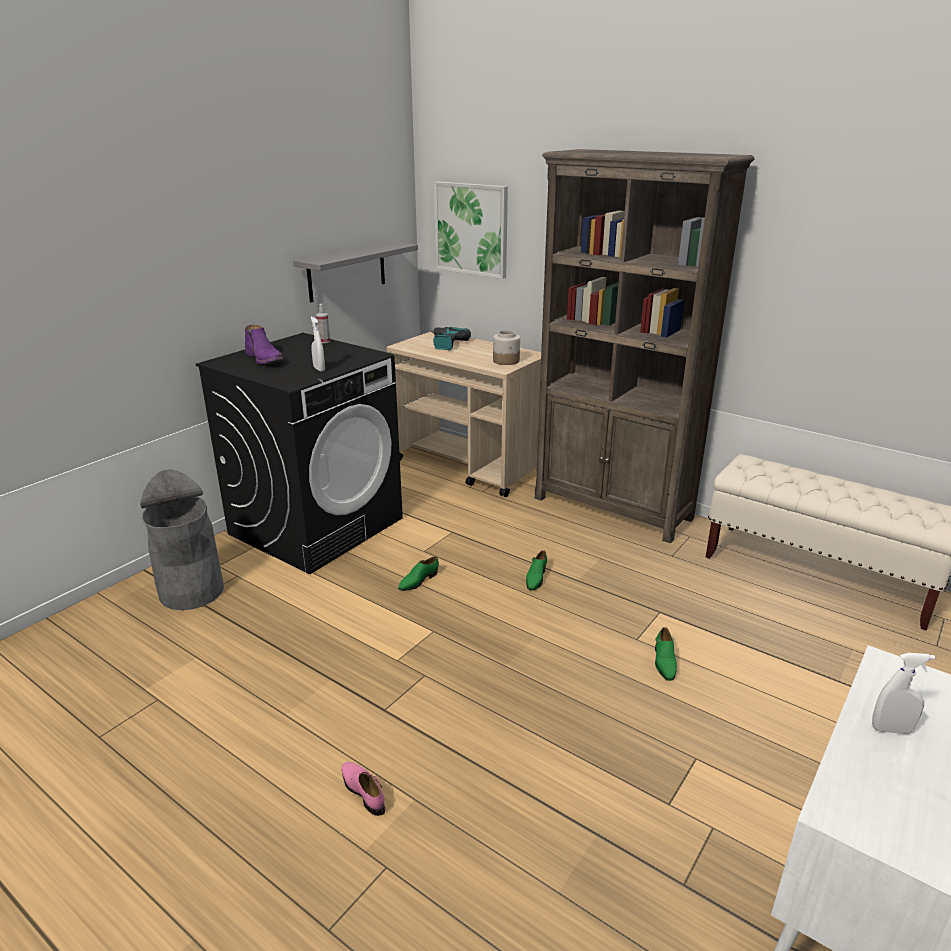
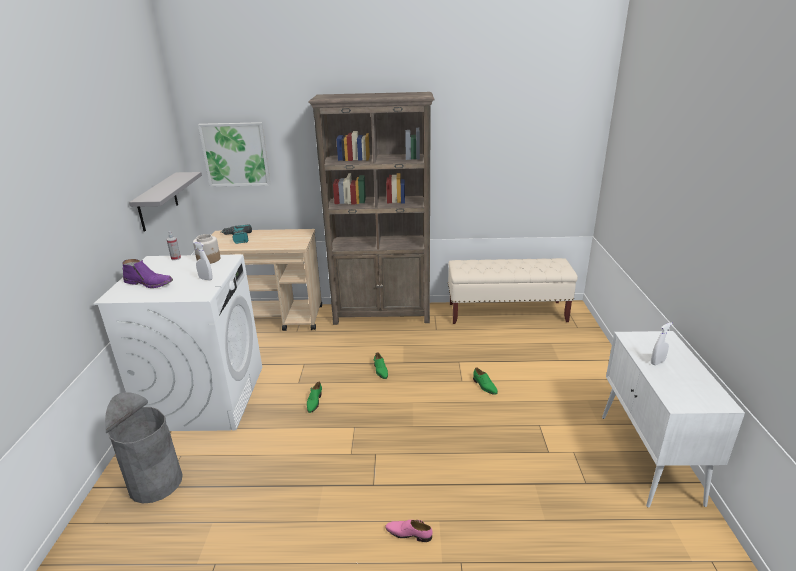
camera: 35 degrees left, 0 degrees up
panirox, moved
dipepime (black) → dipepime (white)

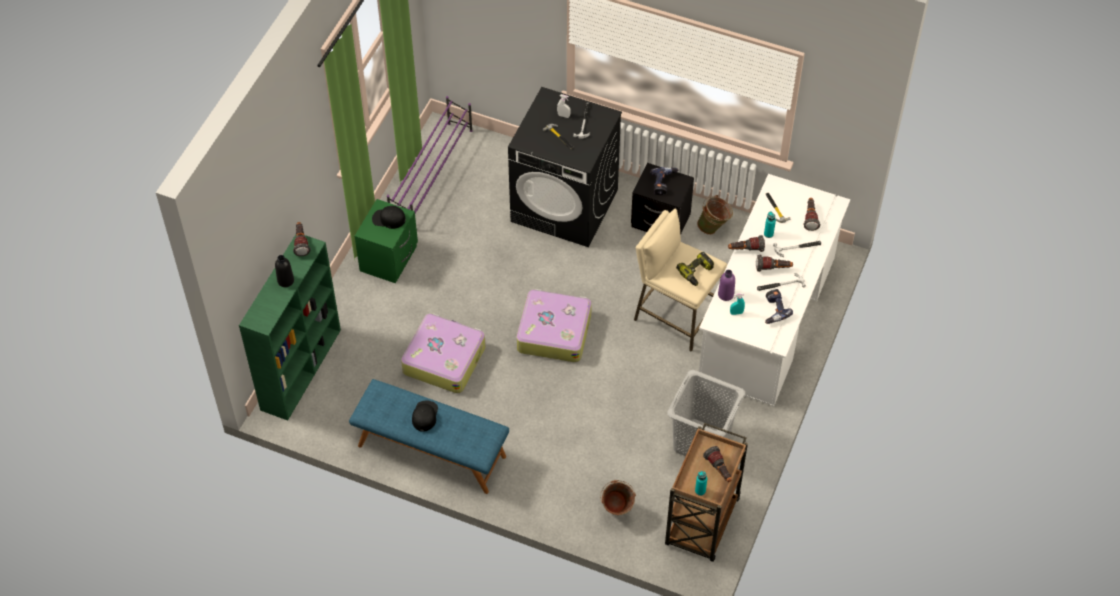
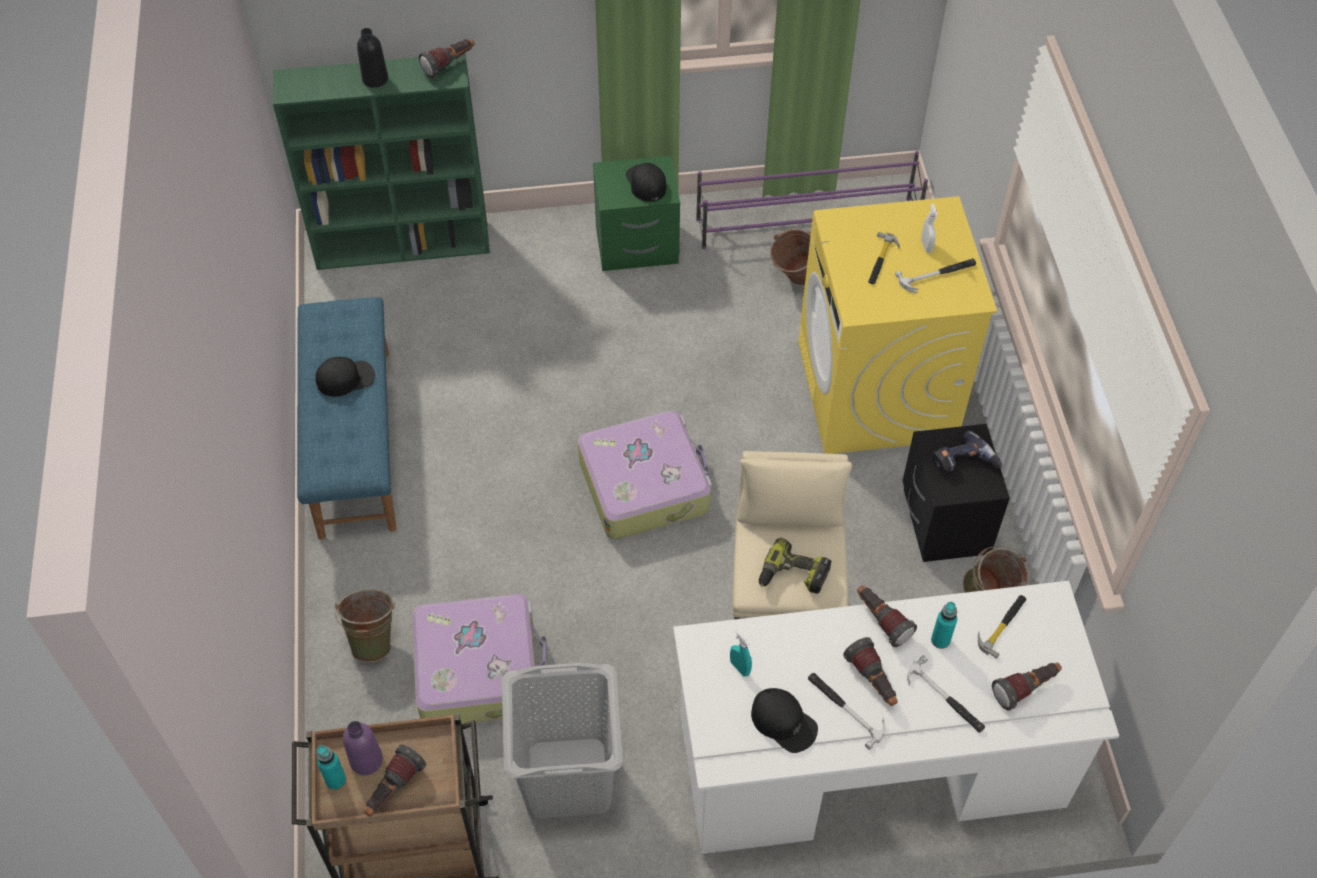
camera: 60 degrees right, 0 degrees up
- → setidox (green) (1st from left)
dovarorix (1st from left), moved
setidox (brown), moved
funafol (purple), moved
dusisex (3rd from left) → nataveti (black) (3rd from left)
dipepime (black) → dipepime (yellow)

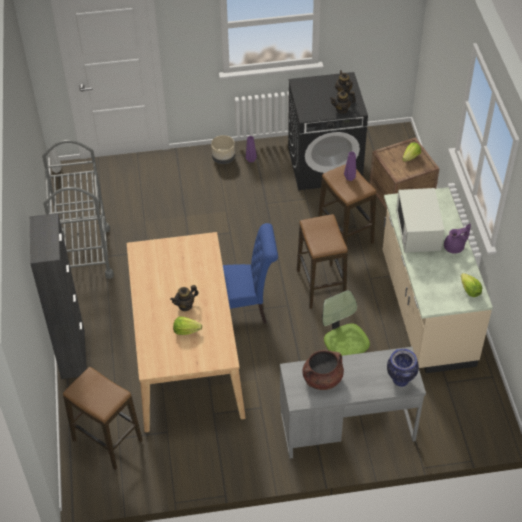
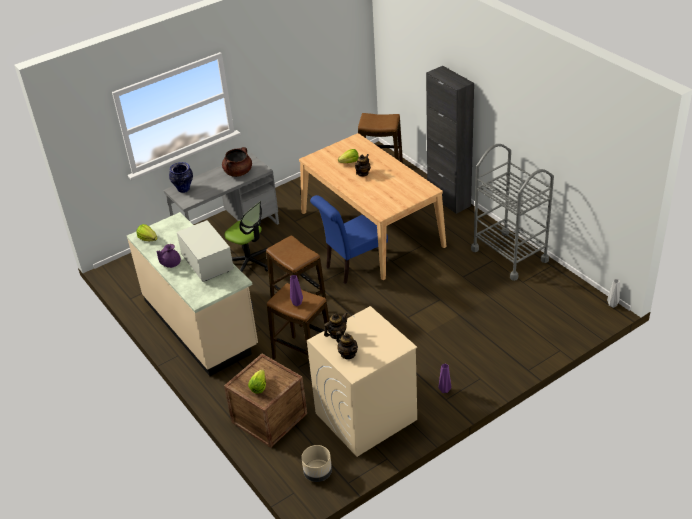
camera: 155 degrees right, 10 degrees down
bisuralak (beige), moved
dipepime (black) → dipepime (beige)

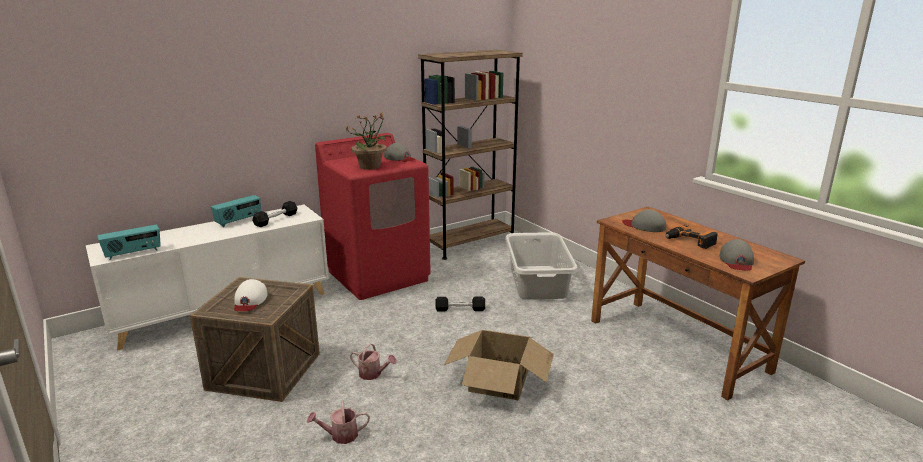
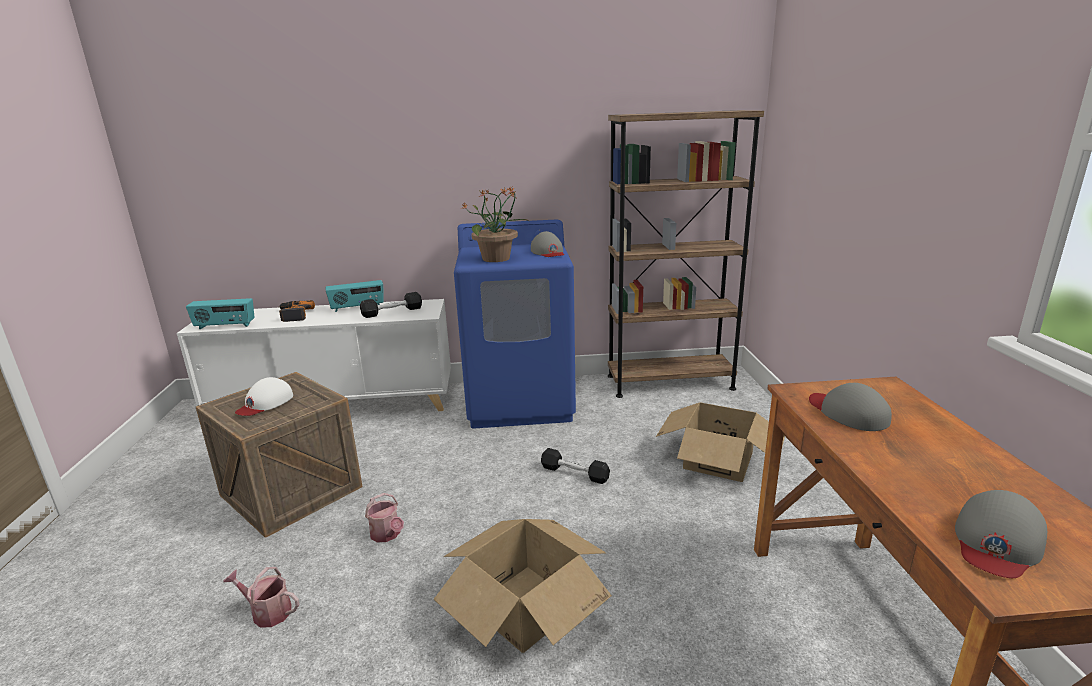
camera: 30 degrees right, 0 degrees up
dusisex, moved
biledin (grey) → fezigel (2nd from left)
dipepime (red) → dipepime (blue)

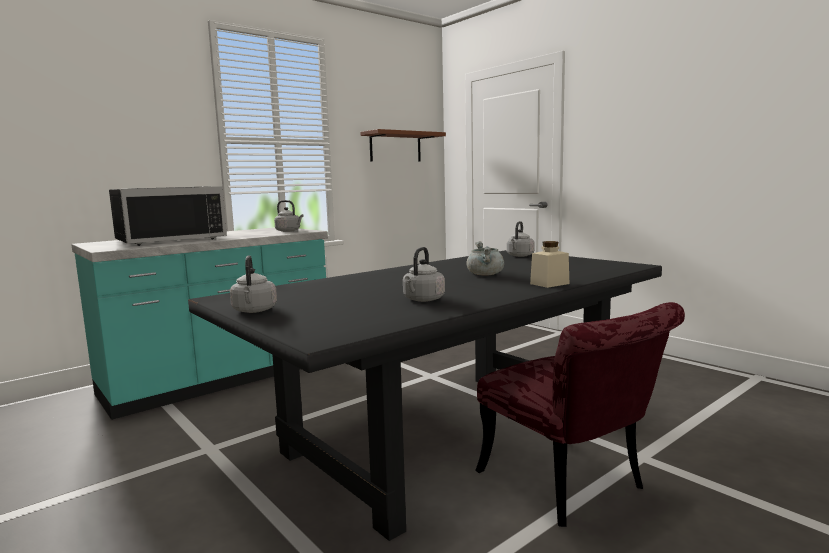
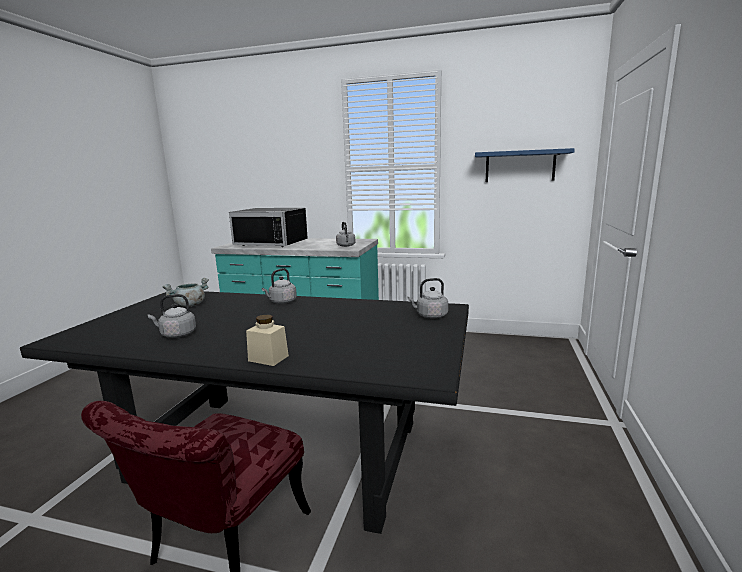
camera: 55 degrees right, 5 degrees up
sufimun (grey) (1st from left in the first image) → sufimun (grey) (2nd from left), moved
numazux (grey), moved
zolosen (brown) → zolosen (blue)

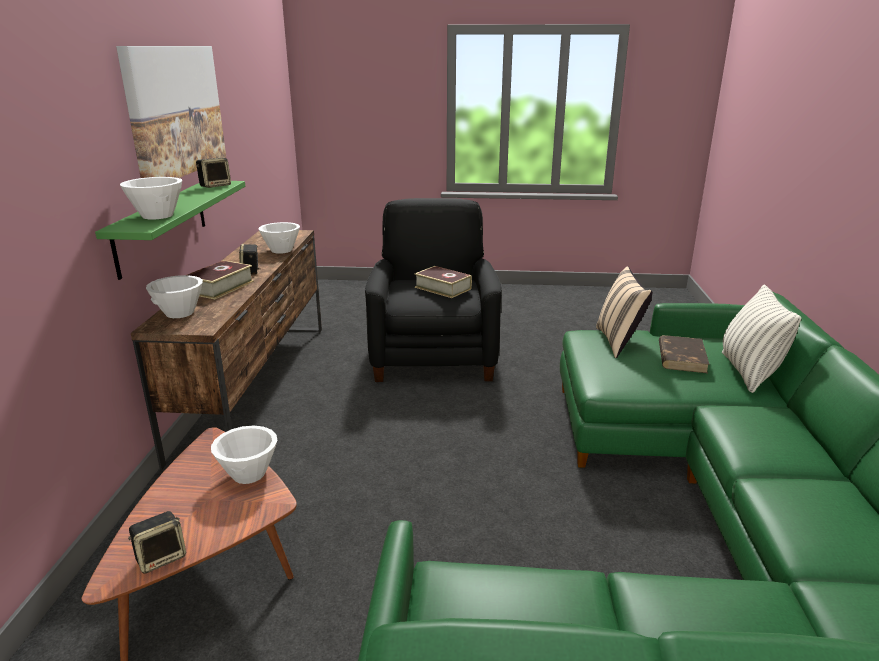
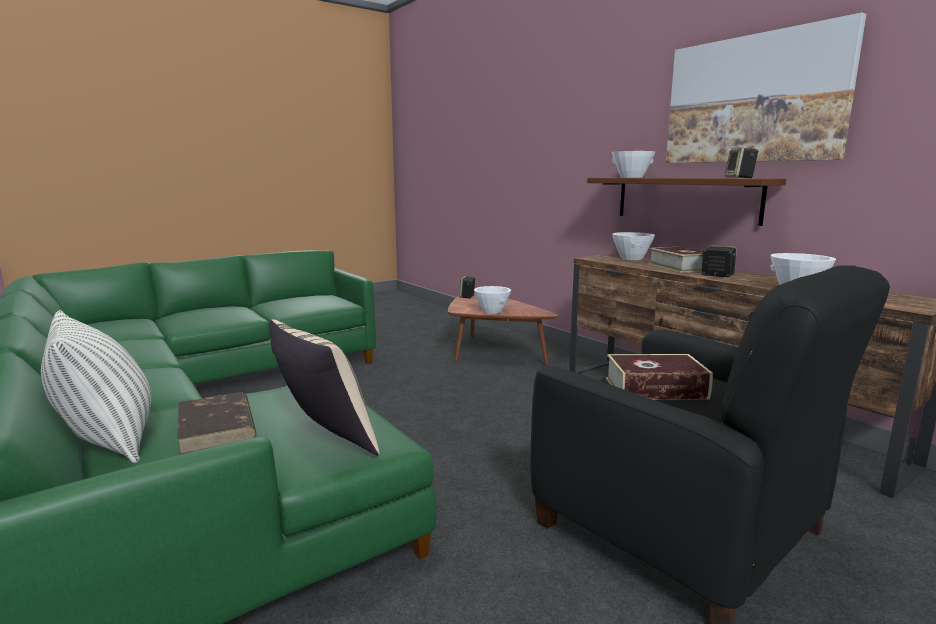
camera: 140 degrees right, 10 degrees down
zolosen (green) → zolosen (brown)

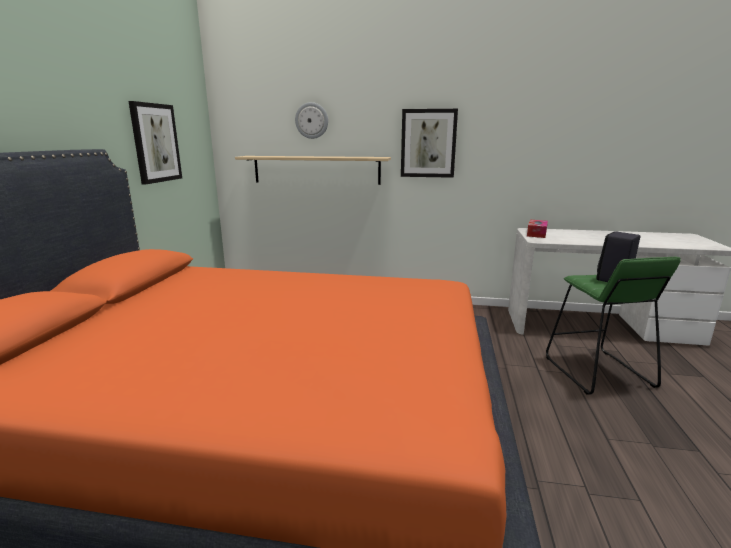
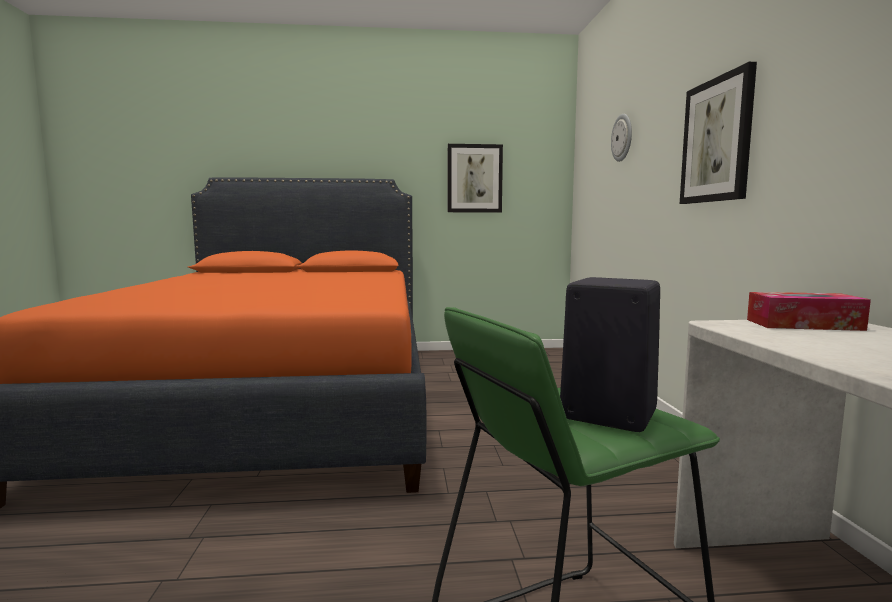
camera: 75 degrees right, 10 degrees down
zolosen → -

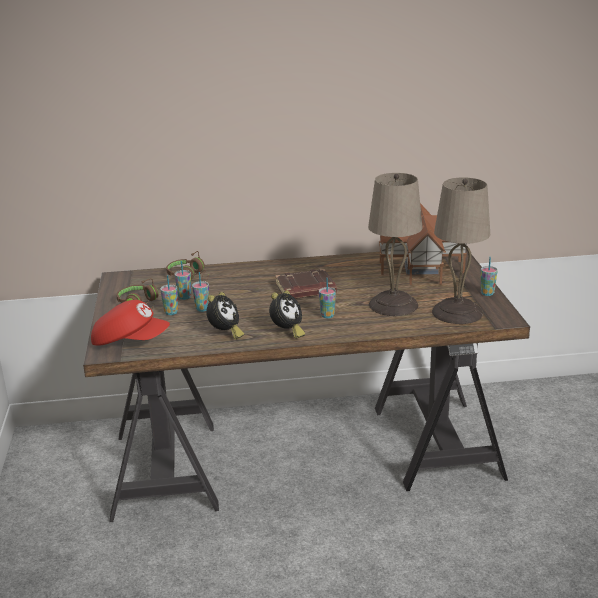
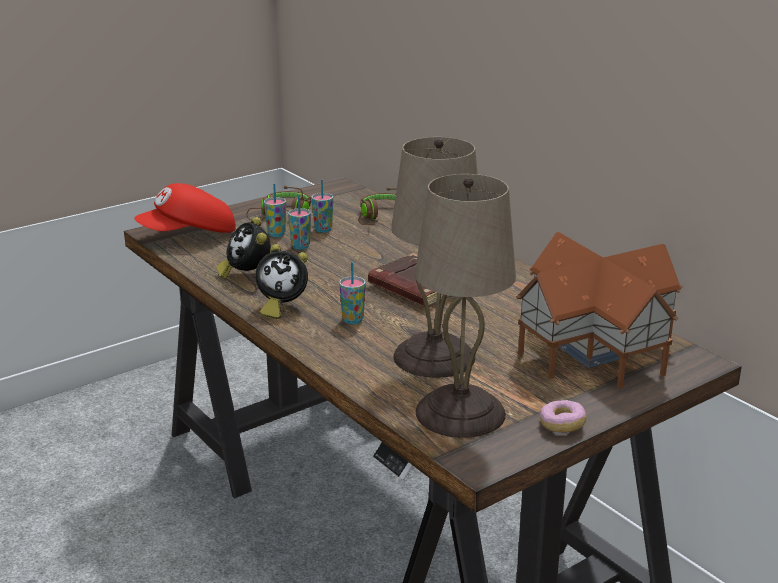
camera: 60 degrees right, 0 degrees up
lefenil (5th from left) → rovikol
nataveti (red), 75 degrees clockwise
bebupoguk (1st from left), 75 degrees clockwise

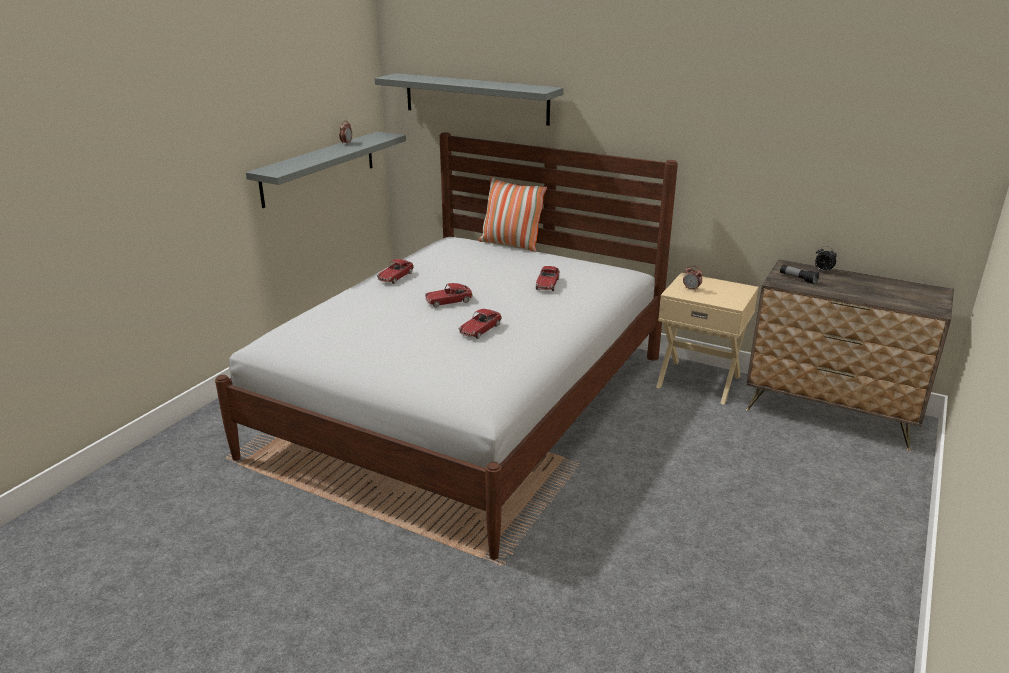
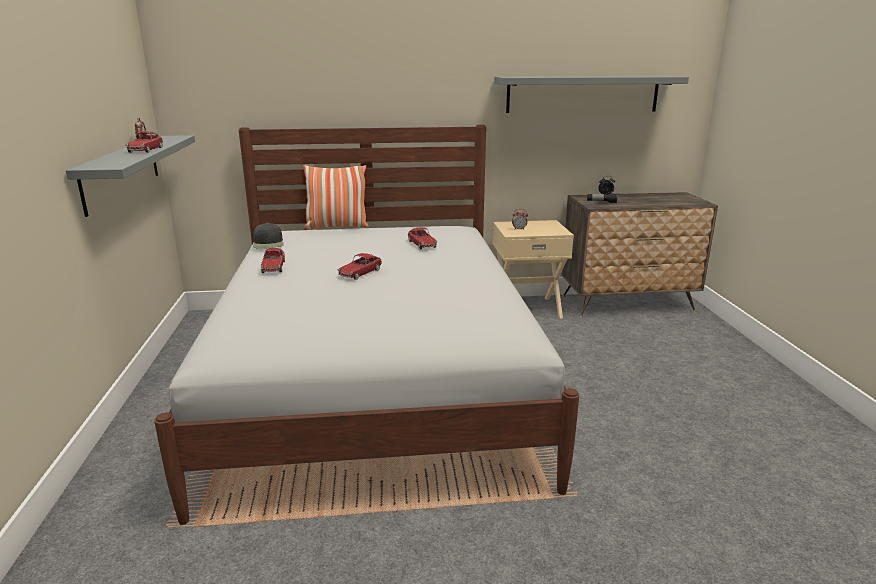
camera: 35 degrees left, 5 degrees down
- → nataveti (black)
zolosen (grey) (2nd from left), moved
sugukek (3rd from left in the first image) → sugukek (1st from left), moved

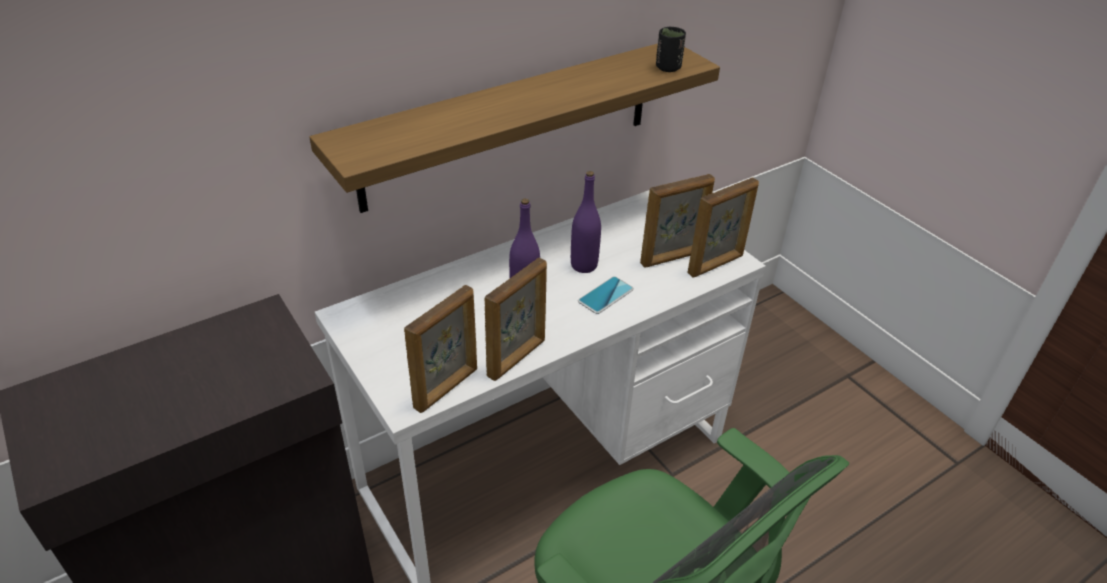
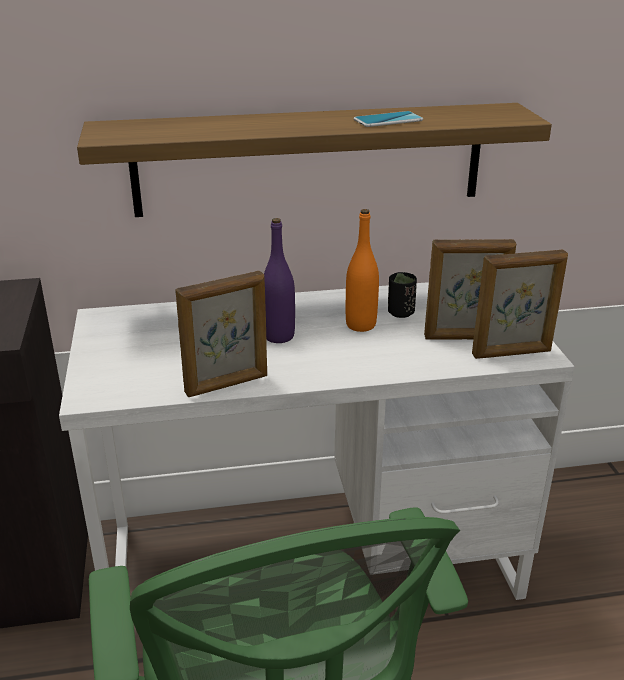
camera: 25 degrees right, 10 degrees down
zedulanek (1st from left) → -
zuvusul, moved
lefenil (black), moved
funafol (purple) (2nd from left) → funafol (orange)

